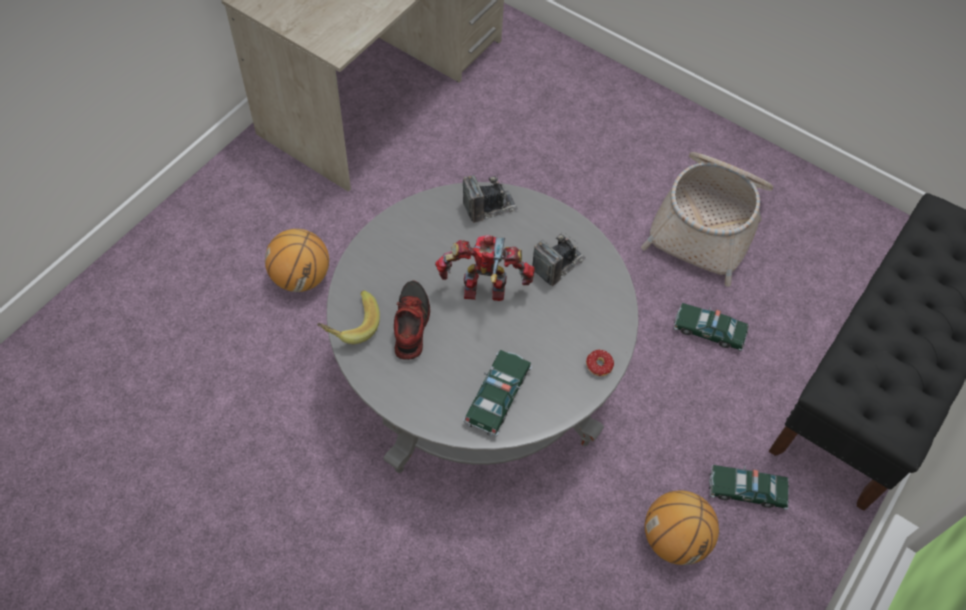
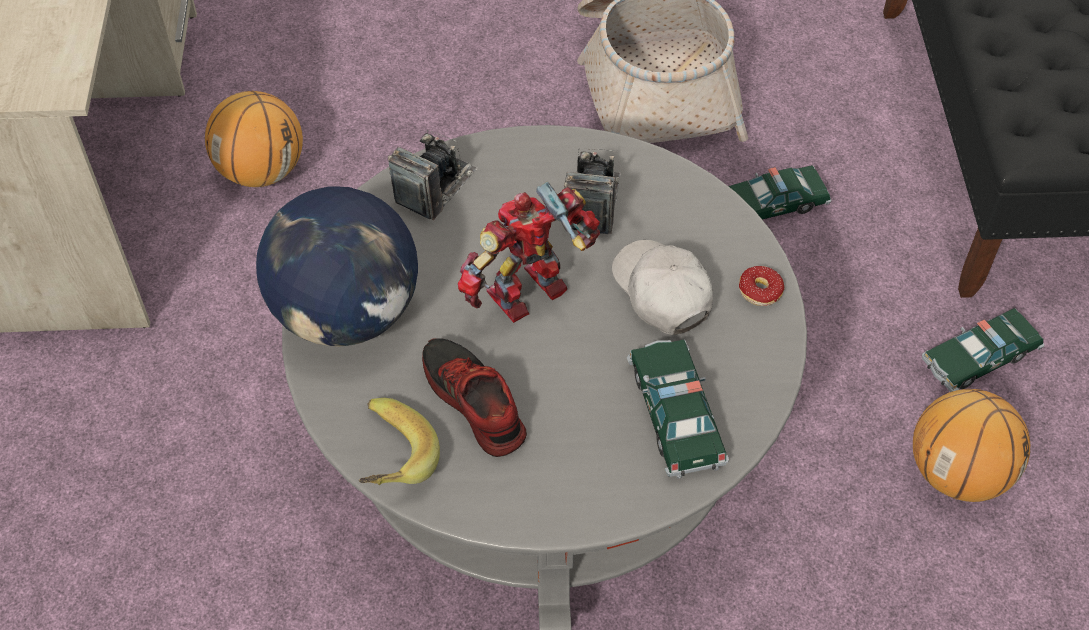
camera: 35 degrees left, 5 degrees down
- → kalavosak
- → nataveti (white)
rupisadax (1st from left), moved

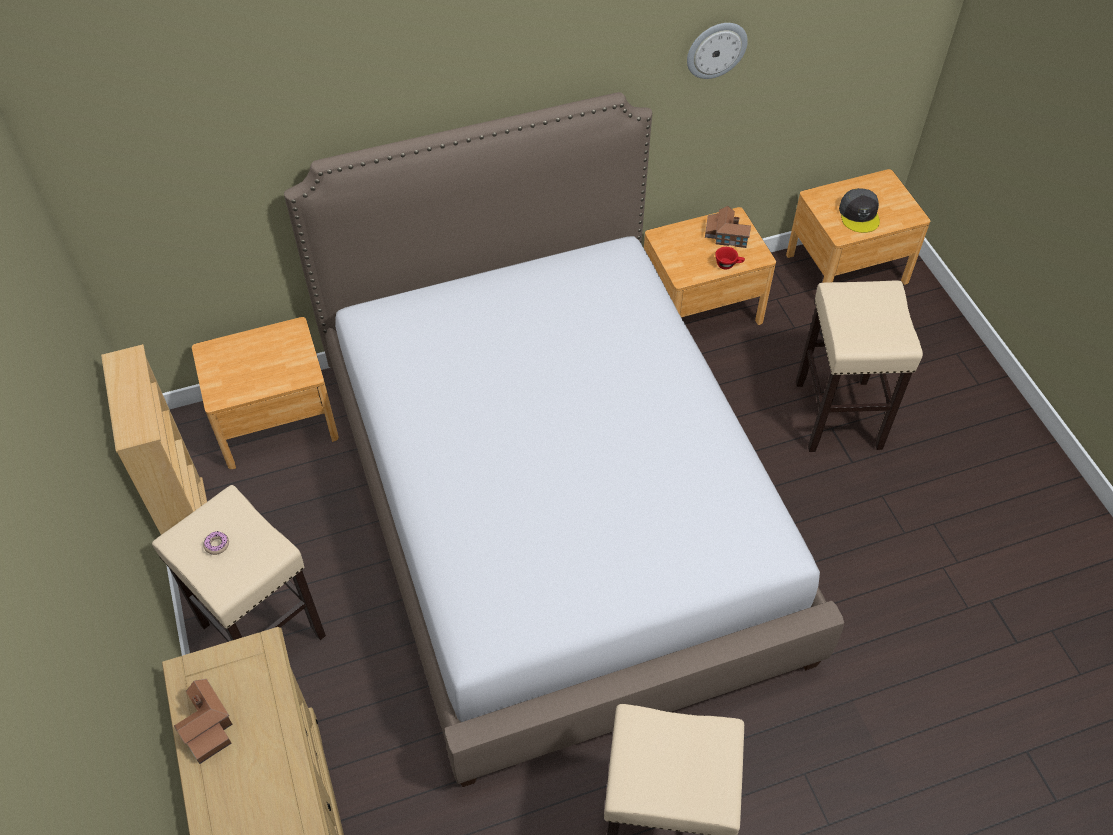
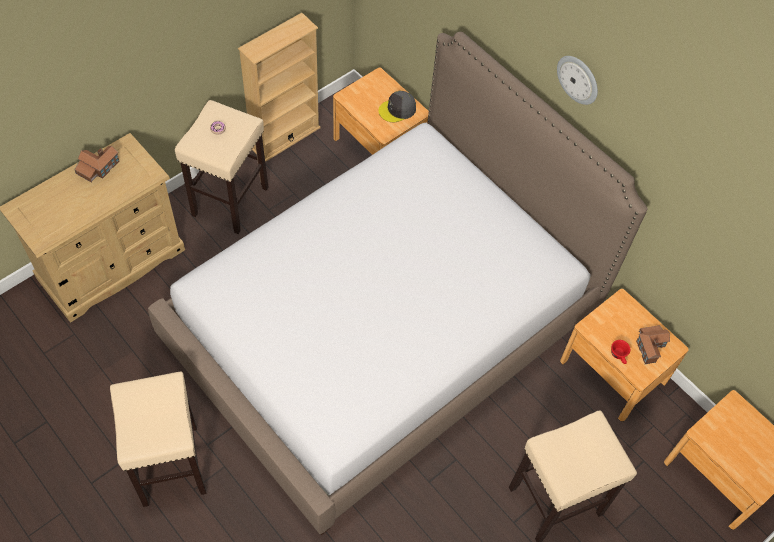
camera: 65 degrees right, 5 degrees up
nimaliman, moved
nataveti (grey), moved

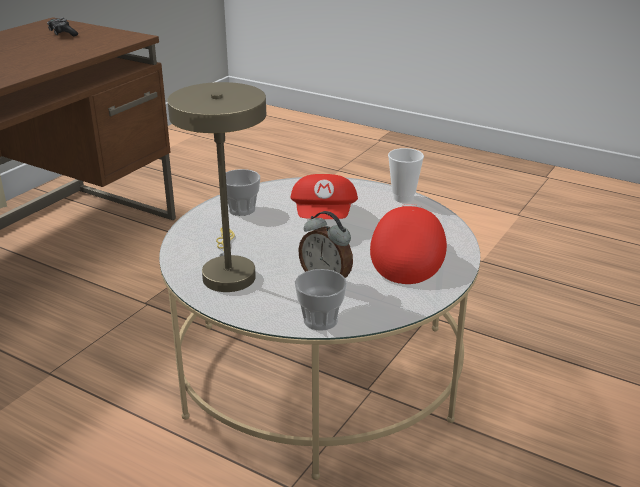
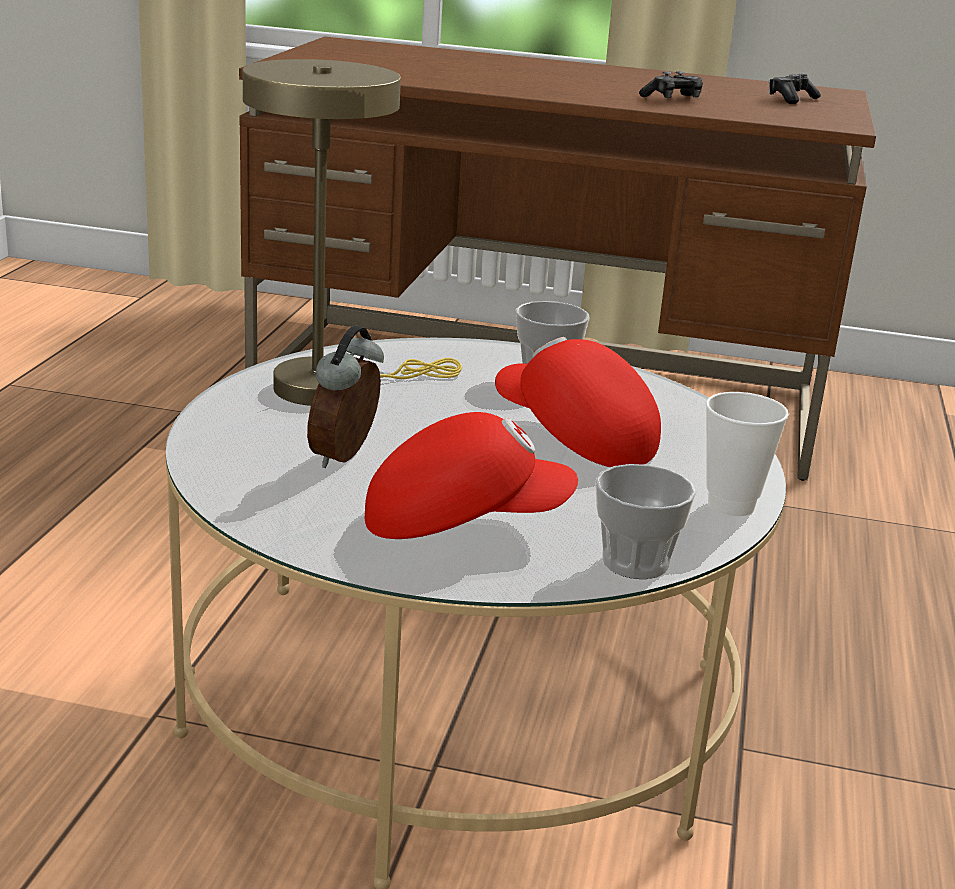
camera: 70 degrees right, 5 degrees down
- → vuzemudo (1st from left)
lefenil (2nd from left), moved
nataveti (red) (1st from left in the first image) → nataveti (red) (2nd from left), 60 degrees clockwise

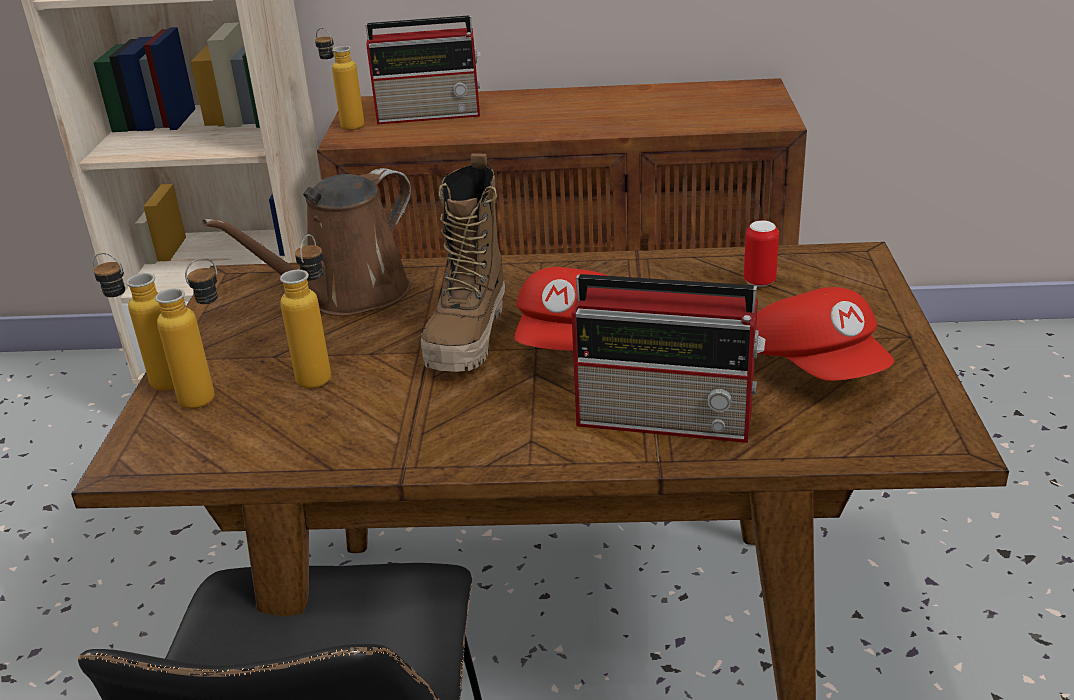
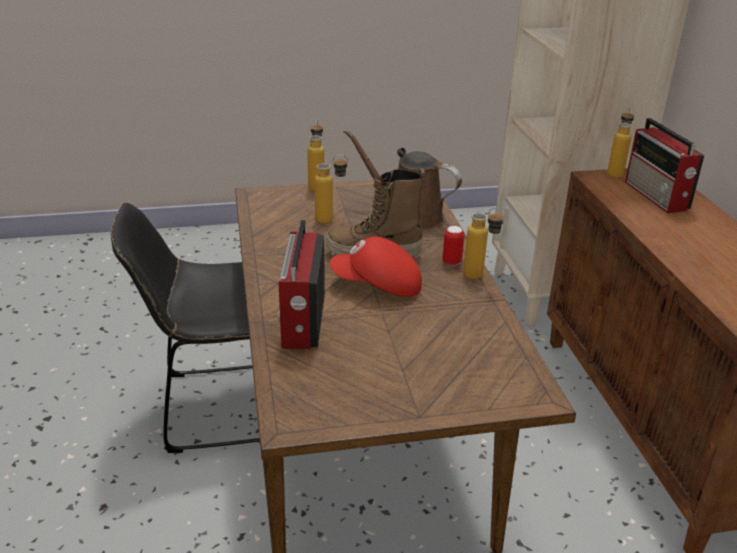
camera: 75 degrees right, 0 degrees up
nataveti (red) (2nd from left) → -
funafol (2nd from left in the first image) → funafol (3rd from left), moved
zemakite, moved

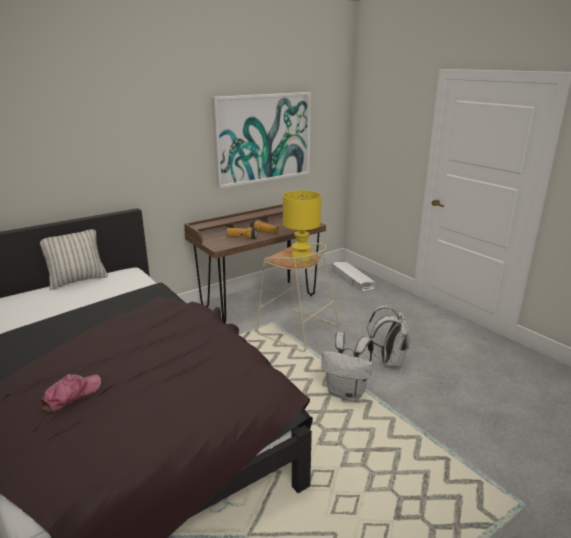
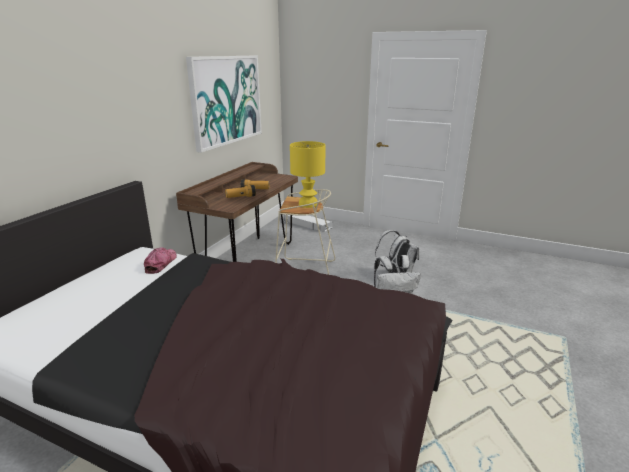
camera: 30 degrees left, 0 degrees up
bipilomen → -
nataveti, moved

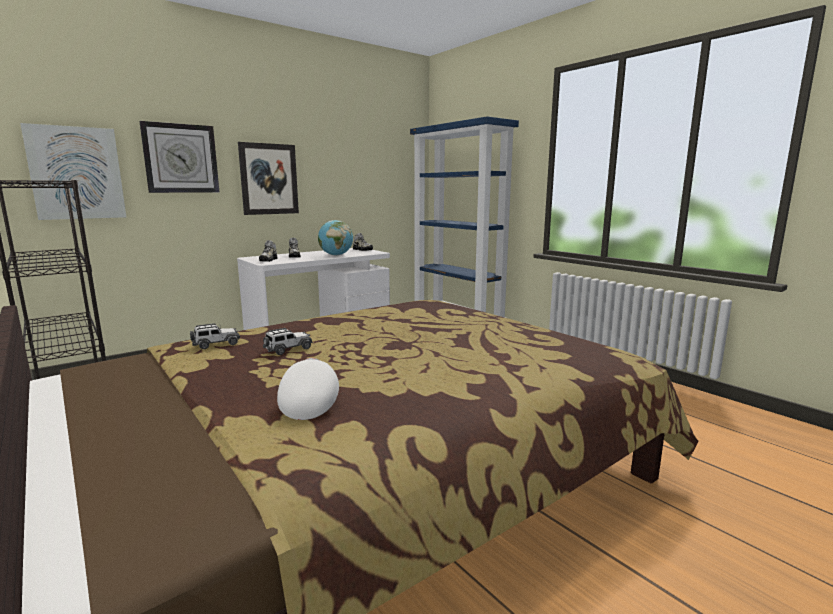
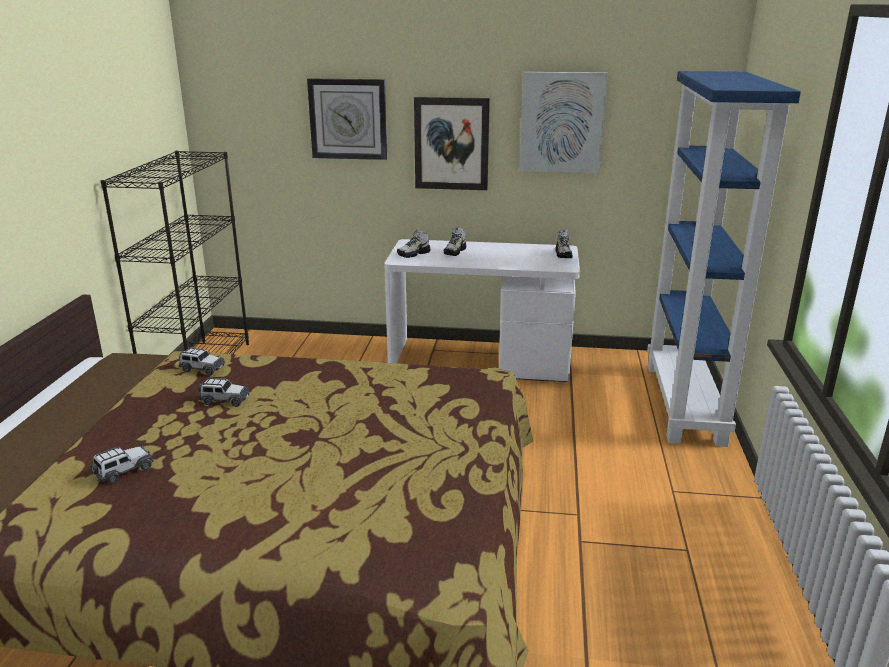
camera: 45 degrees right, 10 degrees up
kalavosak → -
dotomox (1st from left in the first image) → dotomox (2nd from left), moved
nataveti (white) → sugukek (1st from left)

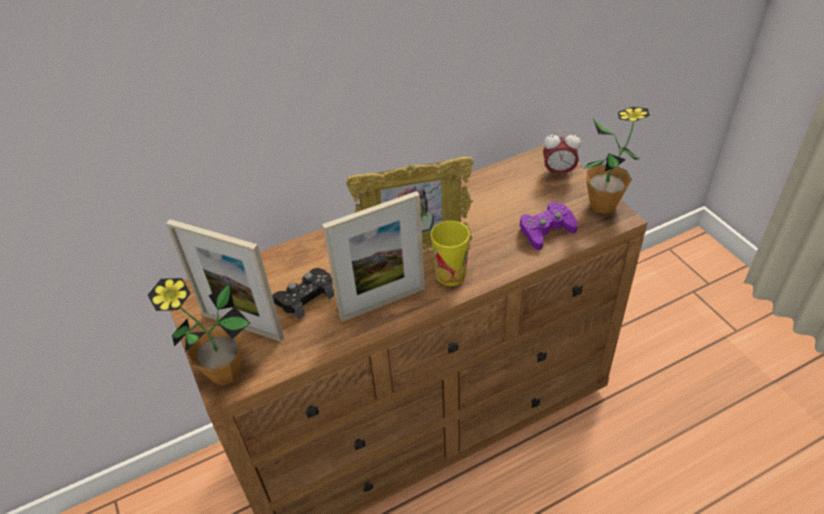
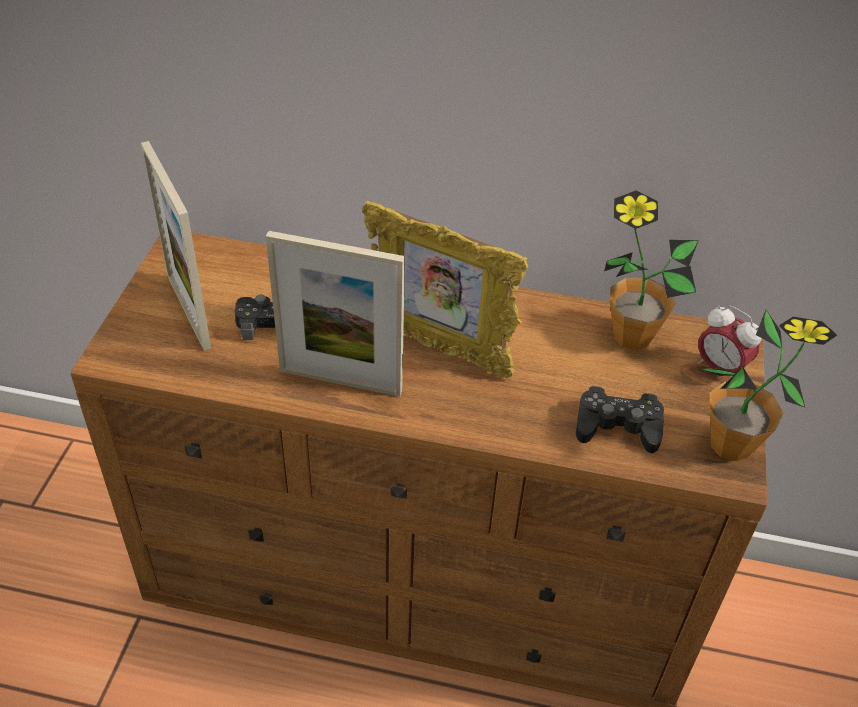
camera: 35 degrees right, 0 degrees up
lefenil → -
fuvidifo (1st from left), moved
vuzemudo (purple) → vuzemudo (black) (2nd from left)

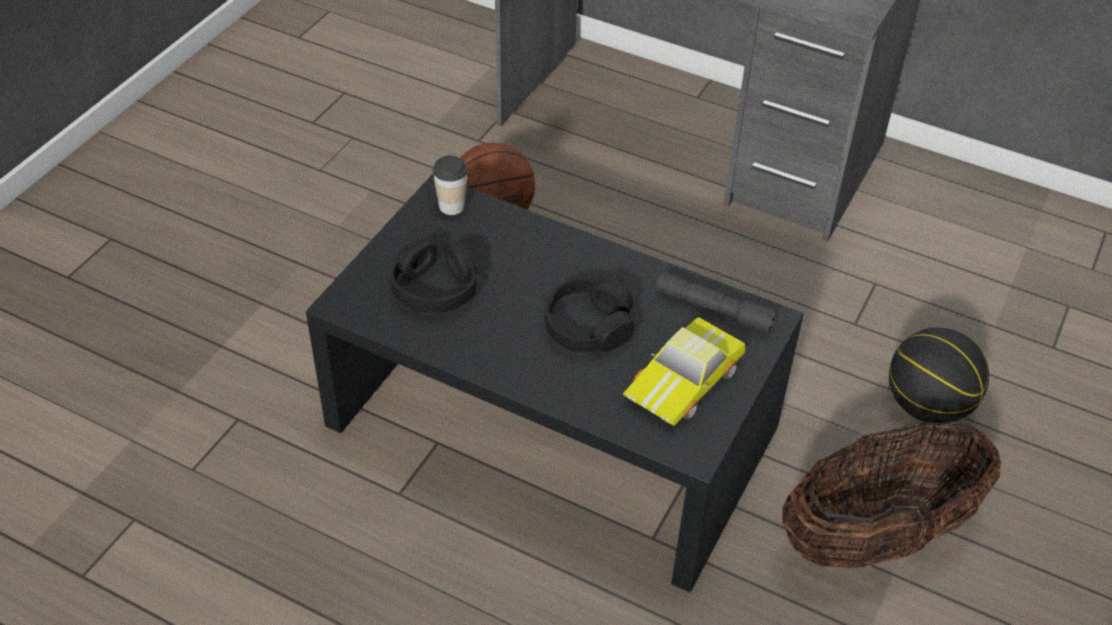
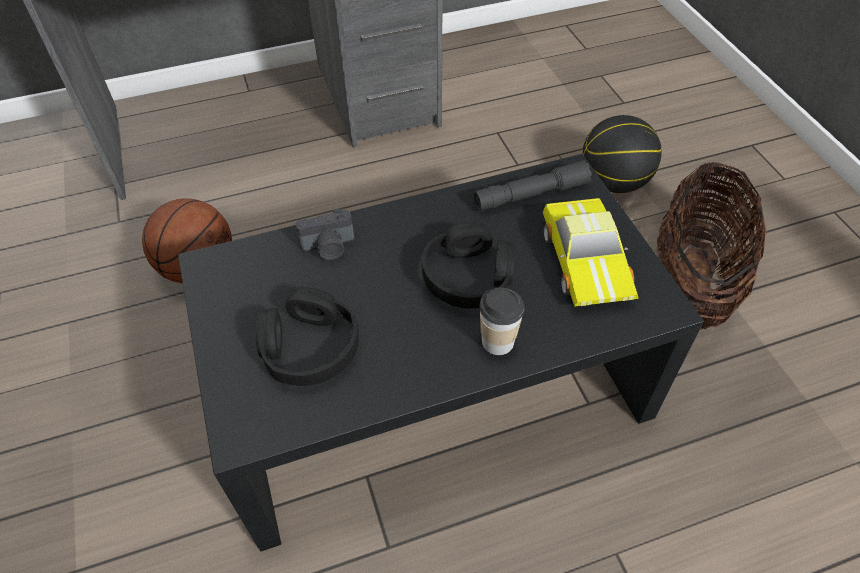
camera: 45 degrees left, 5 degrees up
- → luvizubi
lefenil, moved

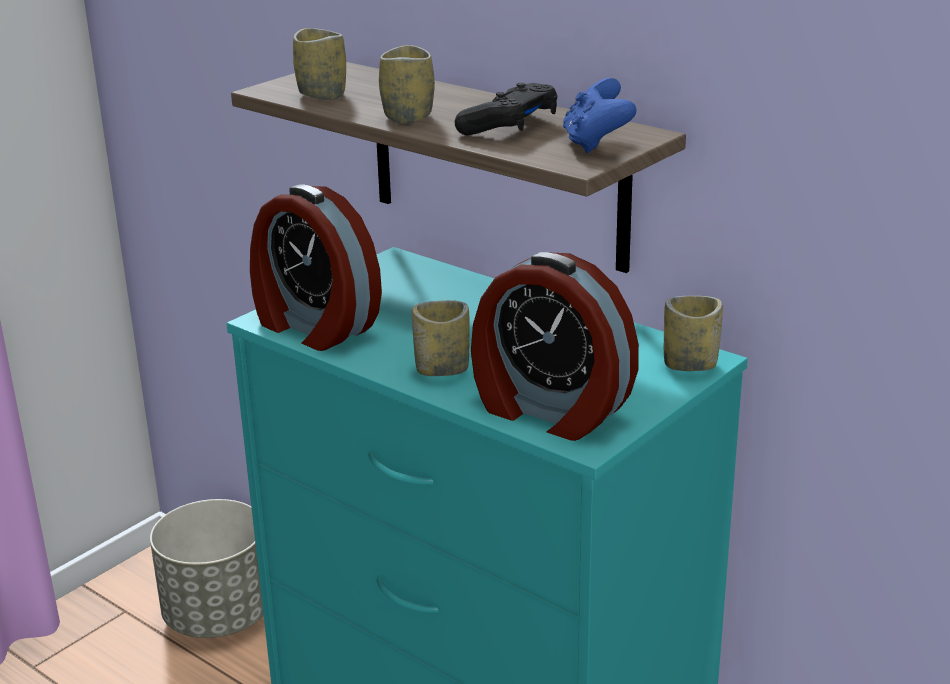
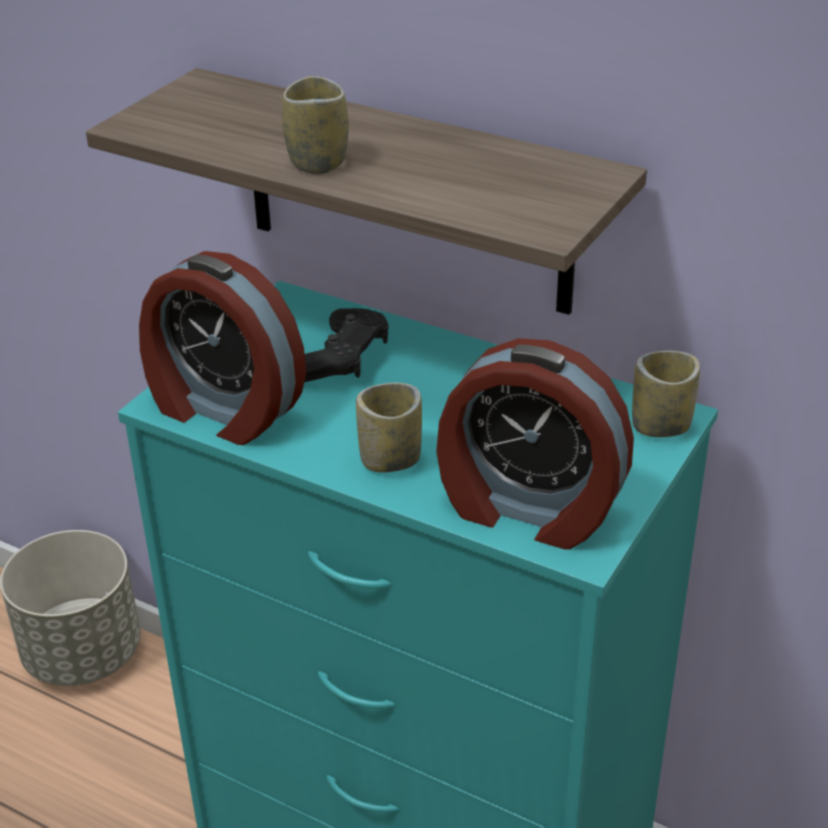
camera: 10 degrees left, 10 degrees up
lefenil (1st from left) → -
vuzemudo (blue) → -
vuzemudo (black), moved

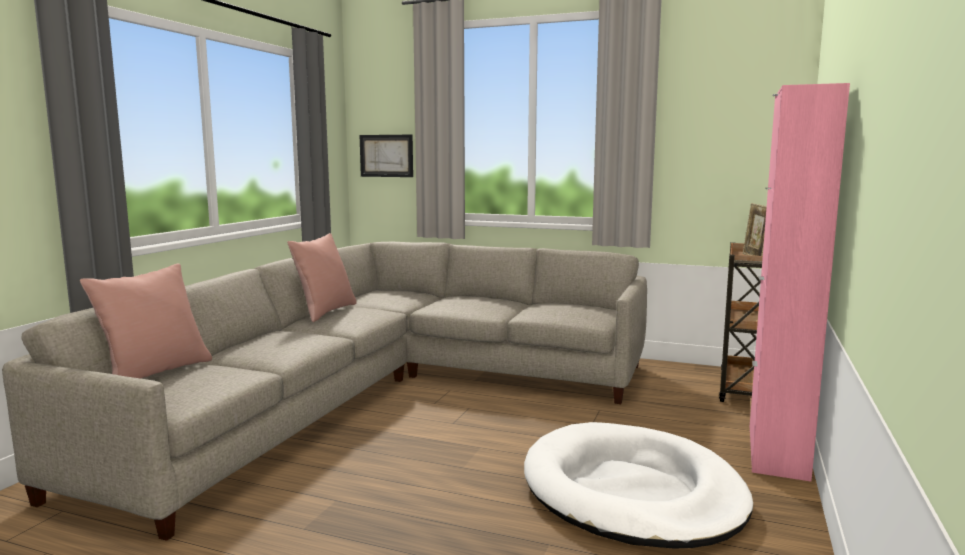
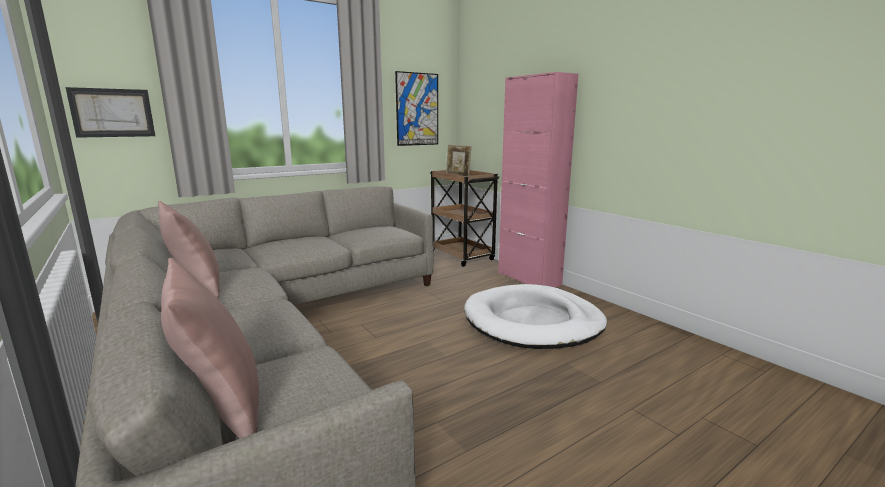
camera: 55 degrees left, 5 degrees up
- → dotomox (2nd from left)

